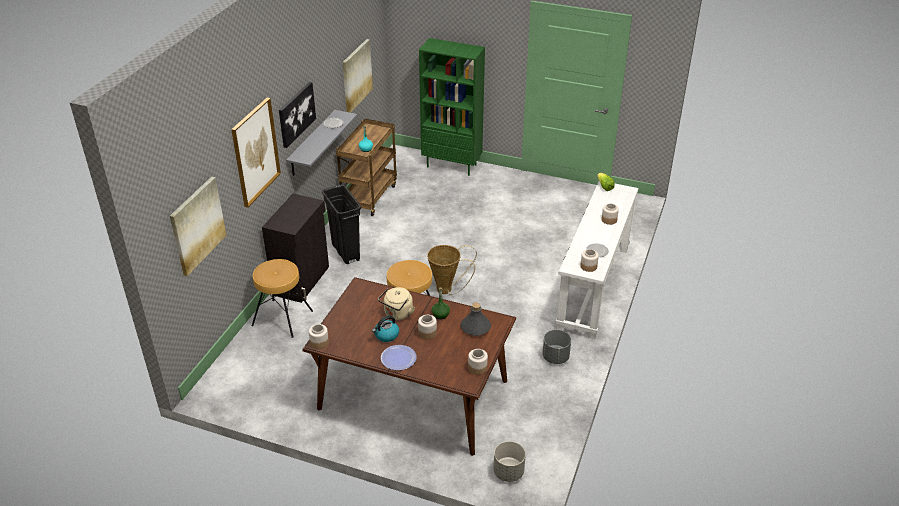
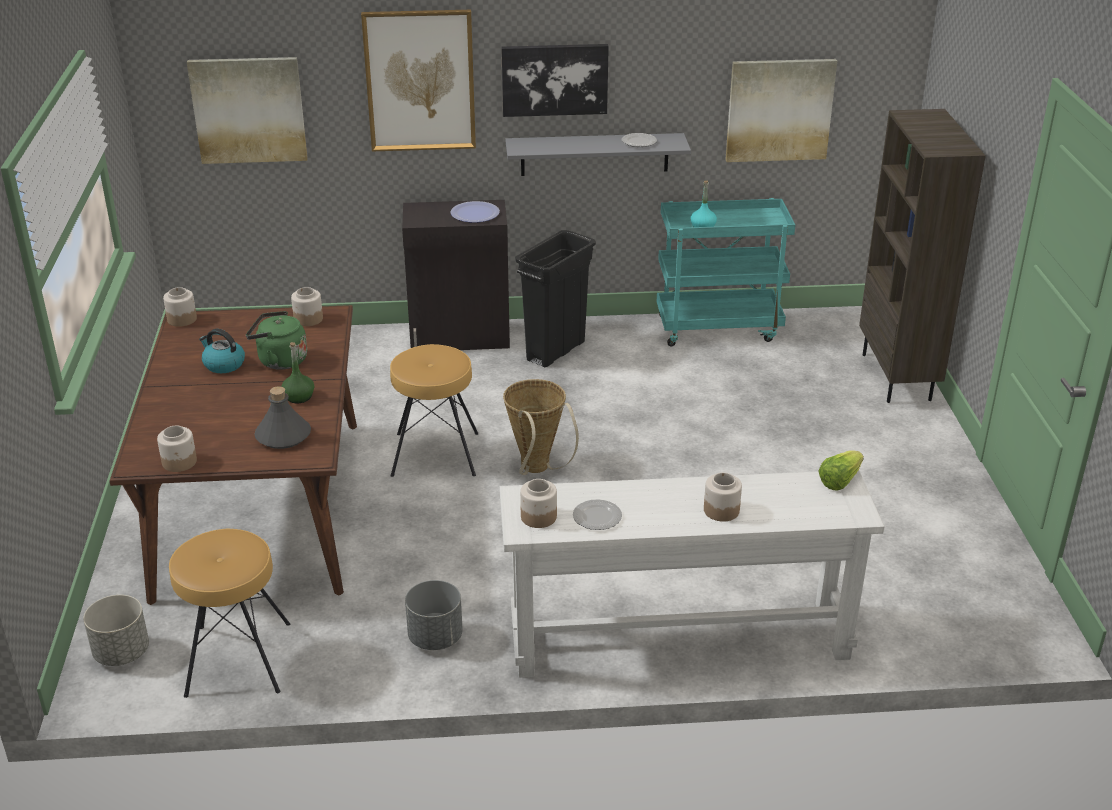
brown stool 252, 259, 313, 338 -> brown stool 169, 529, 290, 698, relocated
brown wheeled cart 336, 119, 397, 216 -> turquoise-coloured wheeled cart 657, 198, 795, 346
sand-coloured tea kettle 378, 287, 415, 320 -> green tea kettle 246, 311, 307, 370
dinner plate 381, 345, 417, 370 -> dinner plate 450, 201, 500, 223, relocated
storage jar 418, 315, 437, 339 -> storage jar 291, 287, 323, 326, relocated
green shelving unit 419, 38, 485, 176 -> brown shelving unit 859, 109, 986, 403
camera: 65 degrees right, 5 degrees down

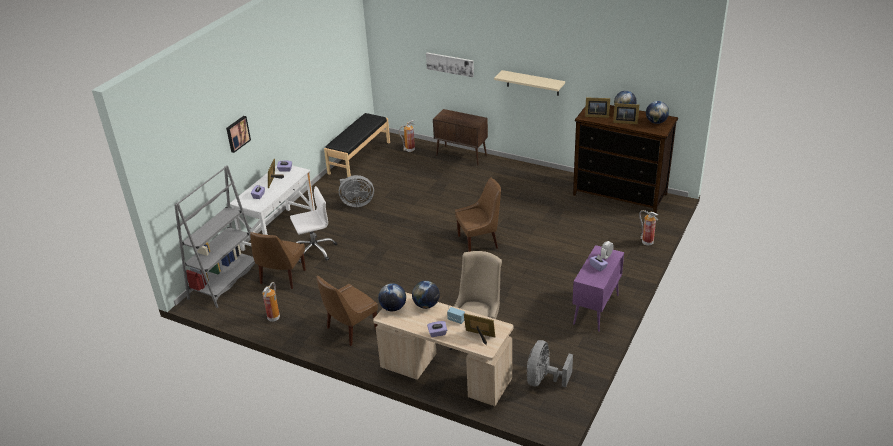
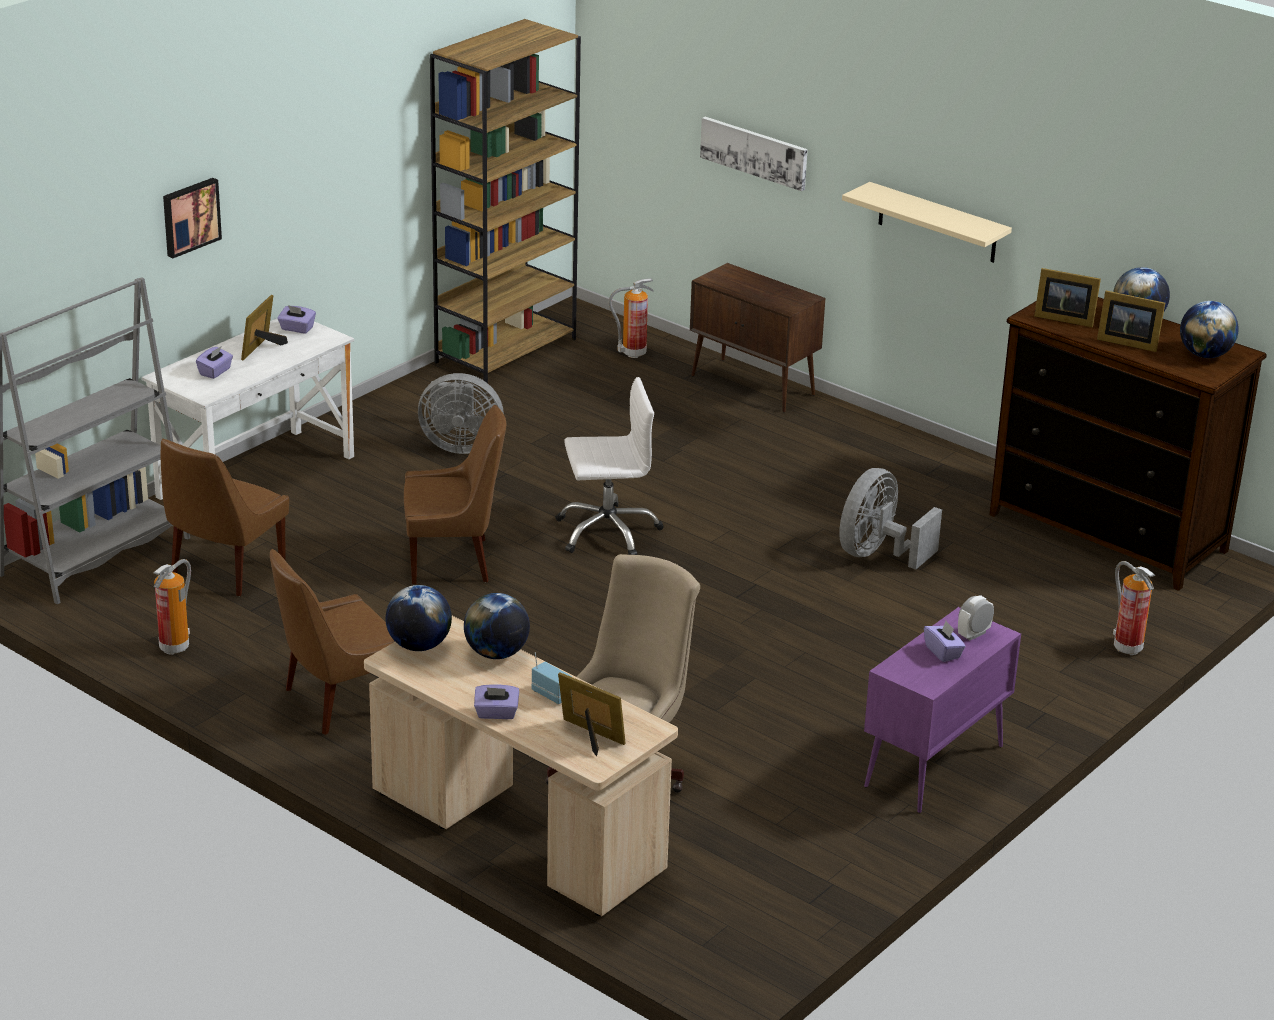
white office chair 290, 186, 337, 263 -> white office chair 556, 377, 664, 555, relocated
blackish indoor bench 324, 113, 390, 177 -> brown shelving unit 430, 19, 581, 383
brown upright chair 455, 178, 501, 252 -> brown upright chair 404, 405, 506, 584, relocated
grey cooling fan 527, 340, 573, 387 -> grey cooling fan 839, 468, 942, 570, relocated
camera: 10 degrees right, 5 degrees down

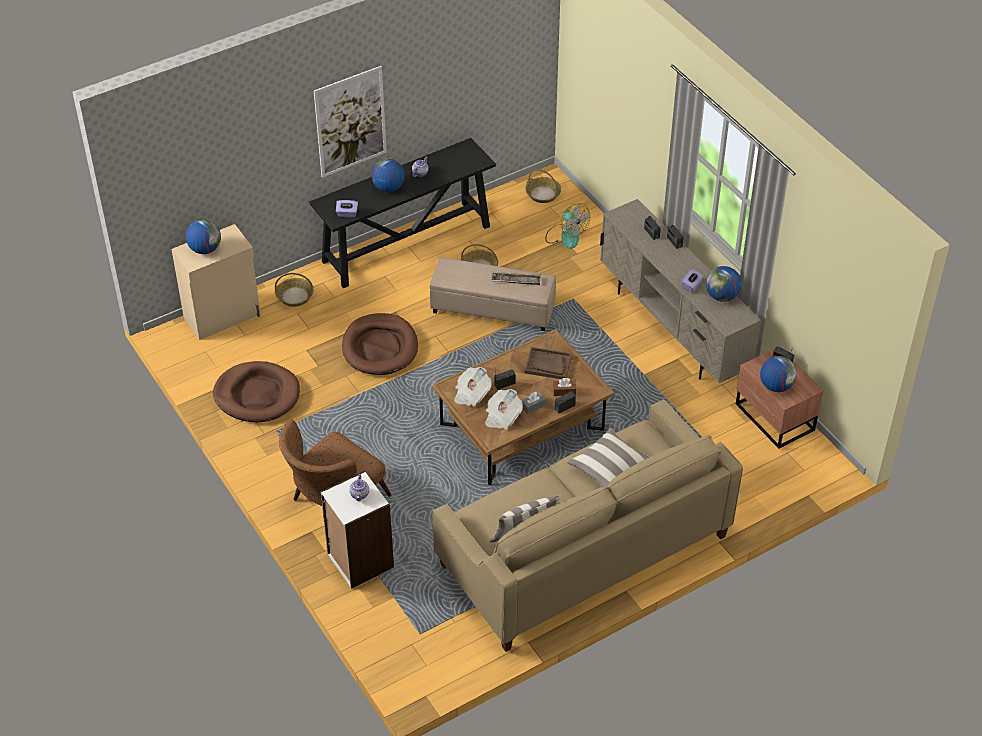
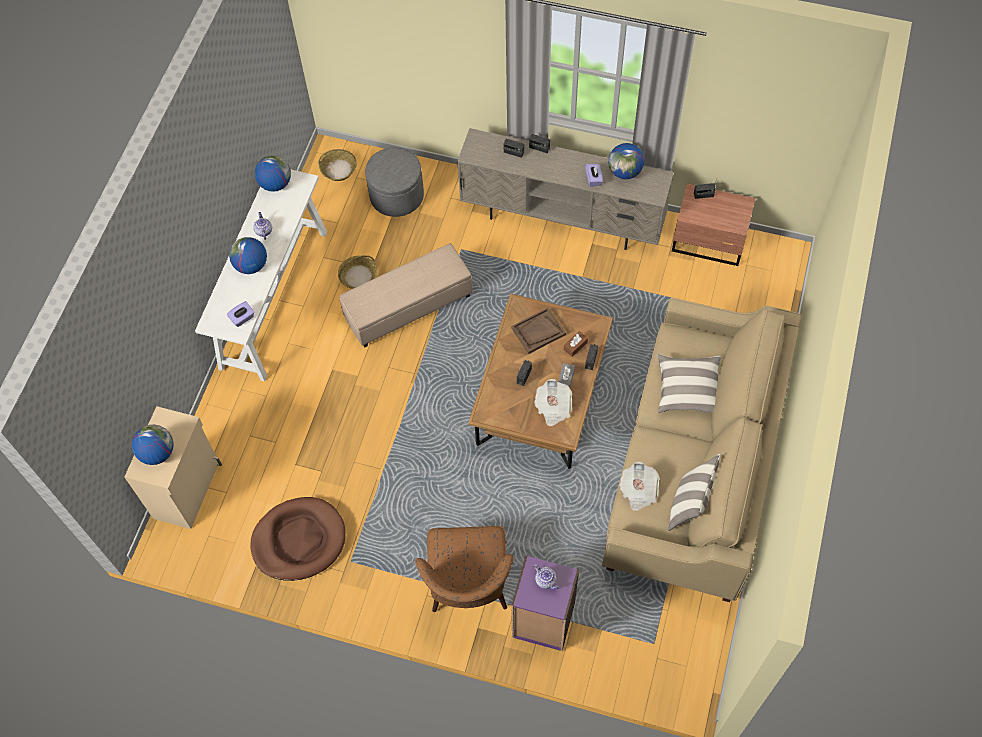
storage basket 275, 273, 314, 307 -> none
blackish hall table 310, 138, 496, 288 -> white hall table 195, 169, 327, 382
picture 314, 66, 387, 178 -> none
white shelving unit 320, 471, 394, 589 -> purple-coloured shelving unit 511, 555, 579, 651
brown dog cushion 342, 313, 418, 375 -> none
newspaper 454, 367, 492, 407 -> newspaper 619, 462, 660, 511, relocated
serving tray 492, 272, 542, 285 -> none
cooling fan 545, 203, 590, 249 -> grey ottoman 365, 147, 424, 217
world globe 760, 356, 797, 392 -> world globe 255, 155, 291, 192, relocated
camera: 40 degrees left, 15 degrees up

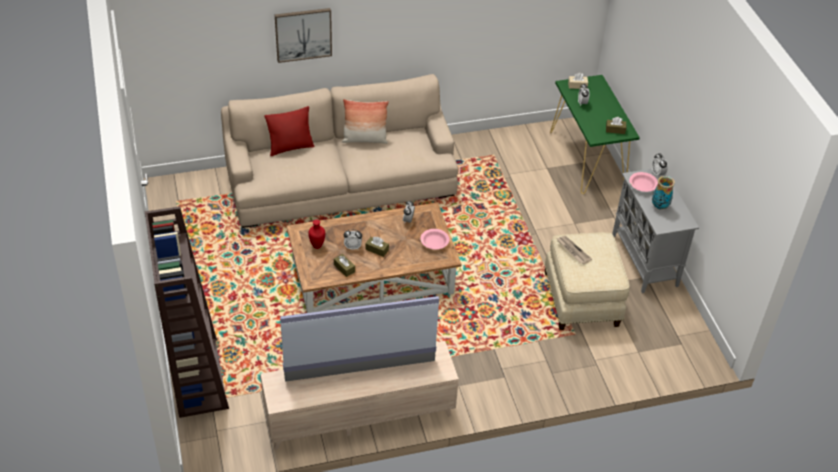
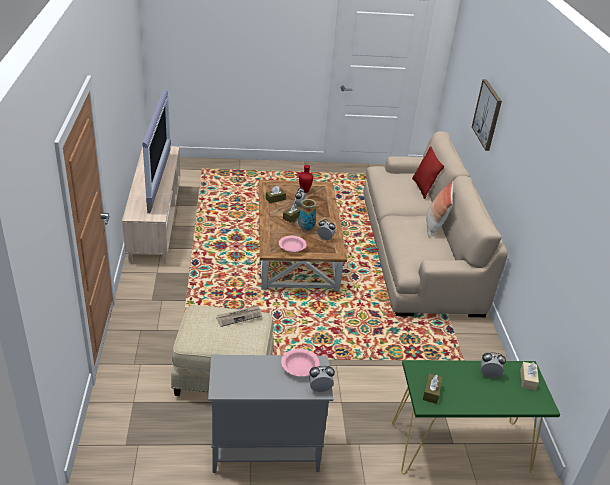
brown shelving unit 145, 206, 229, 418 -> none
vase 652, 176, 675, 209 -> vase 298, 199, 316, 231, relocated
camera: 100 degrees right, 10 degrees down

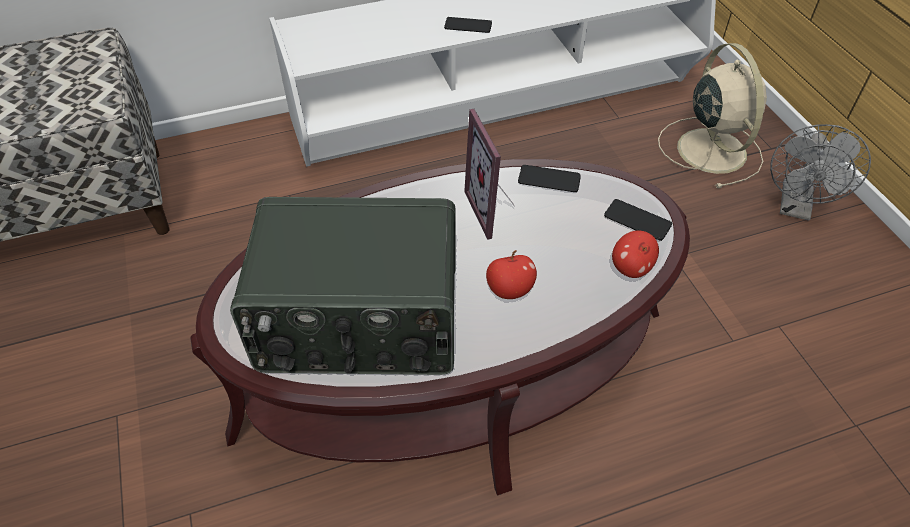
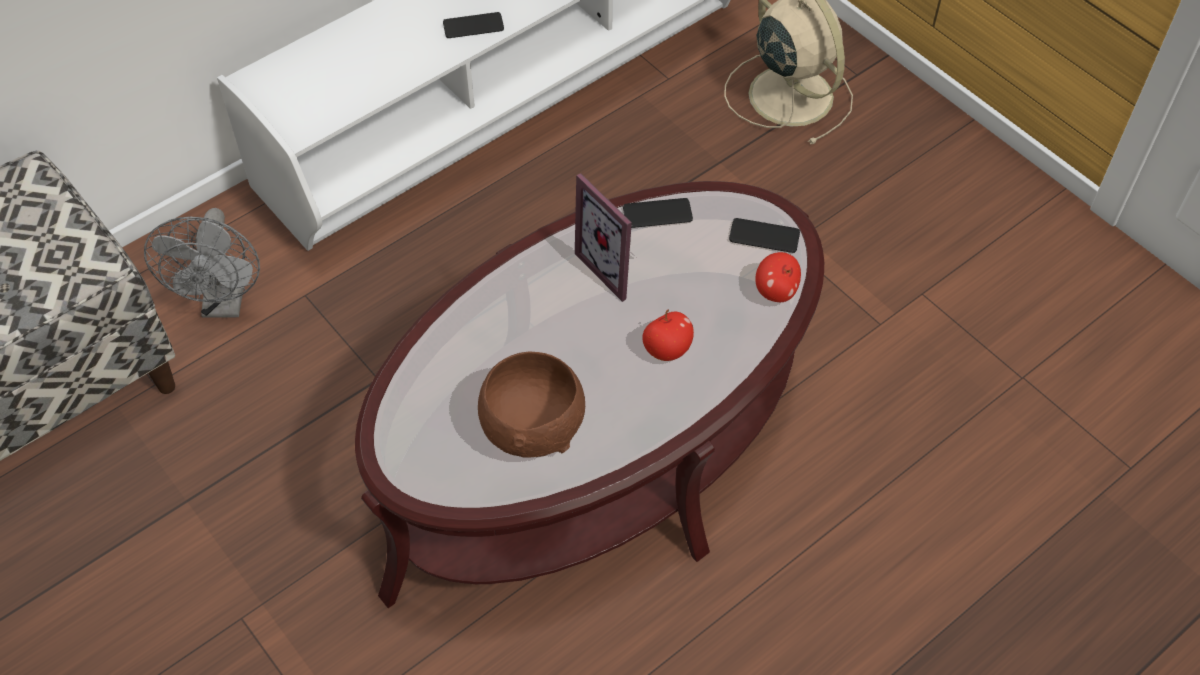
radio 230, 197, 456, 375 -> brown serving bowl 478, 351, 585, 458
grey cooling fan 770, 124, 871, 220 -> grey cooling fan 144, 208, 260, 318, relocated
camera: 20 degrees left, 5 degrees up

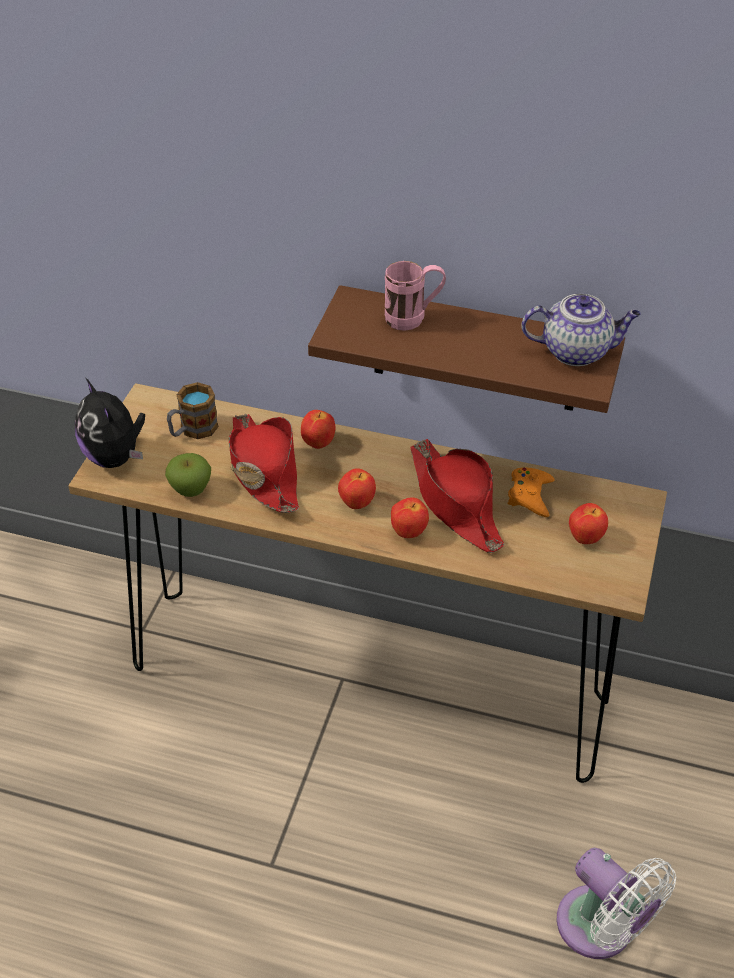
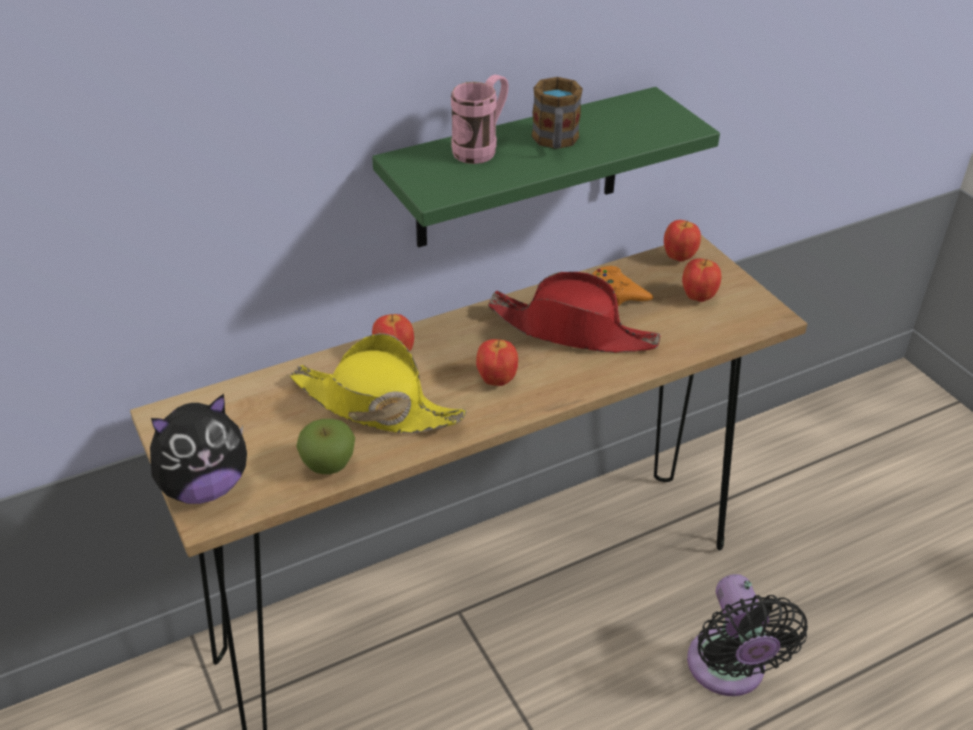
cuddly toy 75, 378, 145, 468 -> cuddly toy 150, 394, 247, 504, 45 degrees counterclockwise
mug 167, 382, 219, 439 -> mug 531, 77, 583, 149, relocated
red-coloured clothing hat 229, 414, 299, 513 -> yellow clothing hat 290, 333, 467, 433
brown wall shelf 308, 285, 625, 413 -> green wall shelf 372, 87, 720, 247
whole apple 391, 497, 429, 538 -> whole apple 664, 220, 701, 262, relocated
pot for tea 521, 294, 641, 366 -> none
white cooling fan 557, 848, 676, 959 -> none
none -> blackish cooling fan 687, 574, 808, 696
camera: 45 degrees left, 5 degrees down

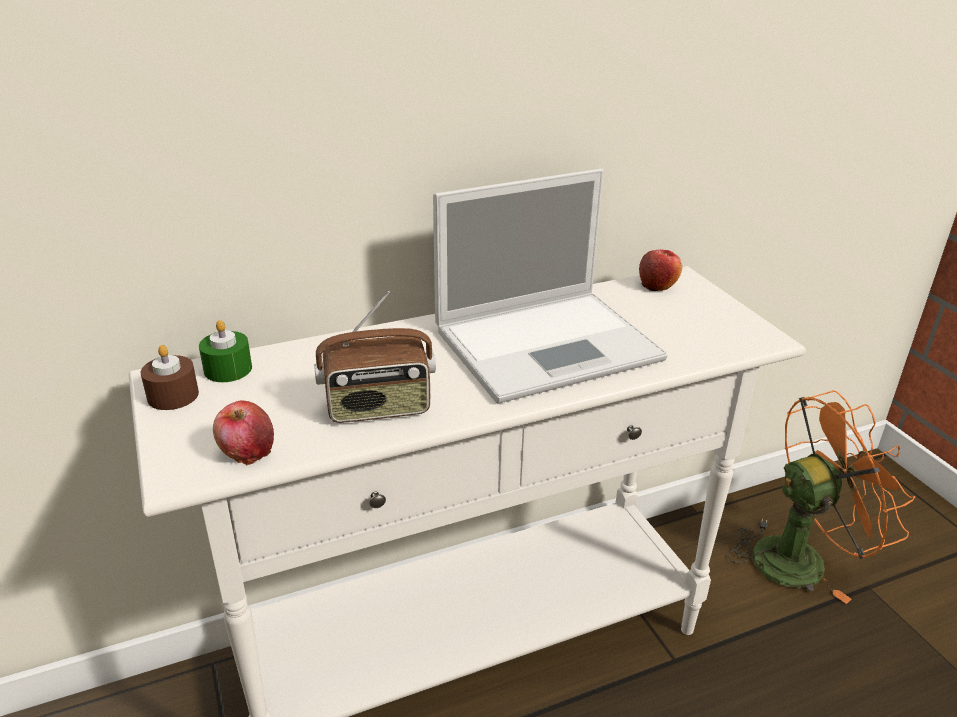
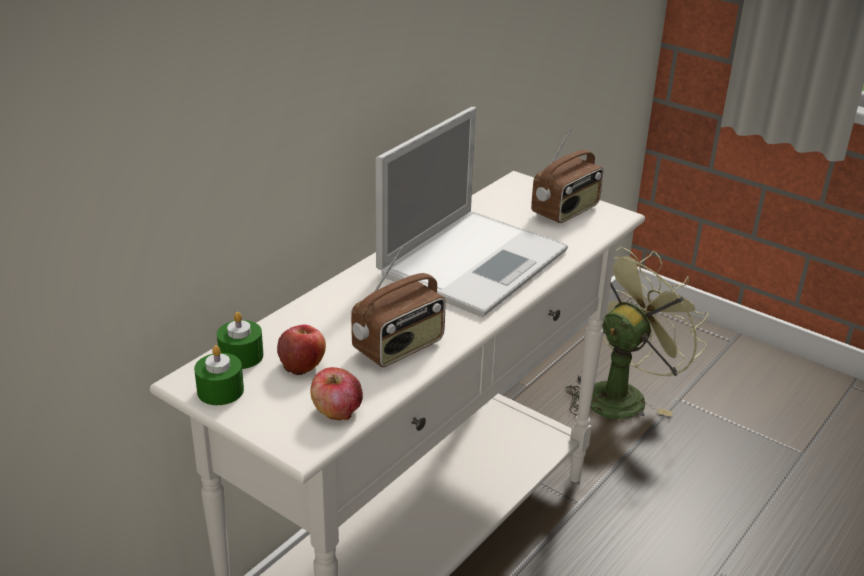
brown wax candle 141, 345, 199, 410 -> green wax candle 194, 345, 244, 405
whole apple 639, 250, 682, 291 -> whole apple 277, 325, 326, 375, relocated
orangey cooling fan 728, 391, 915, 604 -> green cooling fan 565, 247, 709, 419
none -> radio 531, 127, 603, 223
camera: 30 degrees left, 0 degrees up

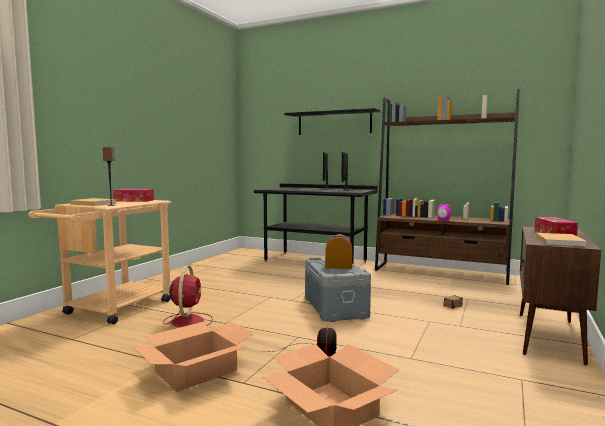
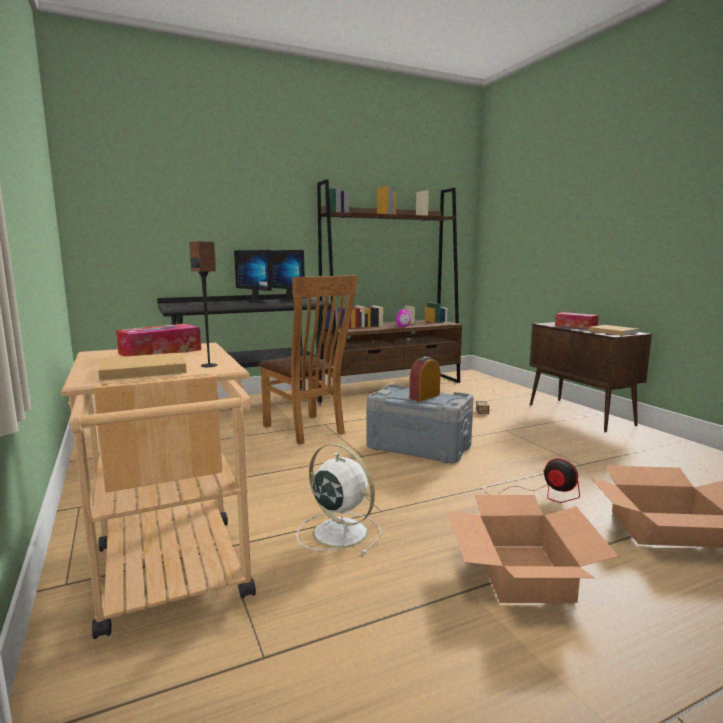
red-coloured cooling fan 163, 266, 213, 328 -> white cooling fan 296, 443, 382, 554
blackish wall shelf 285, 108, 380, 135 -> none
none -> brown upright chair 258, 275, 358, 445
camera: 50 degrees left, 5 degrees up

